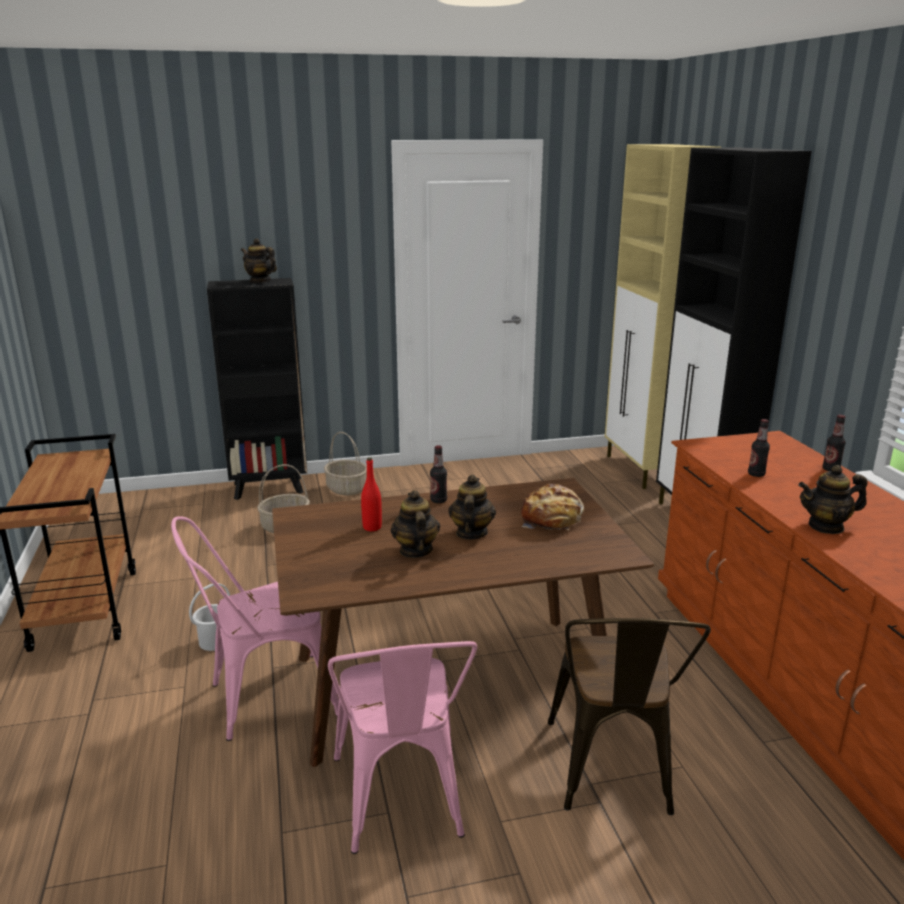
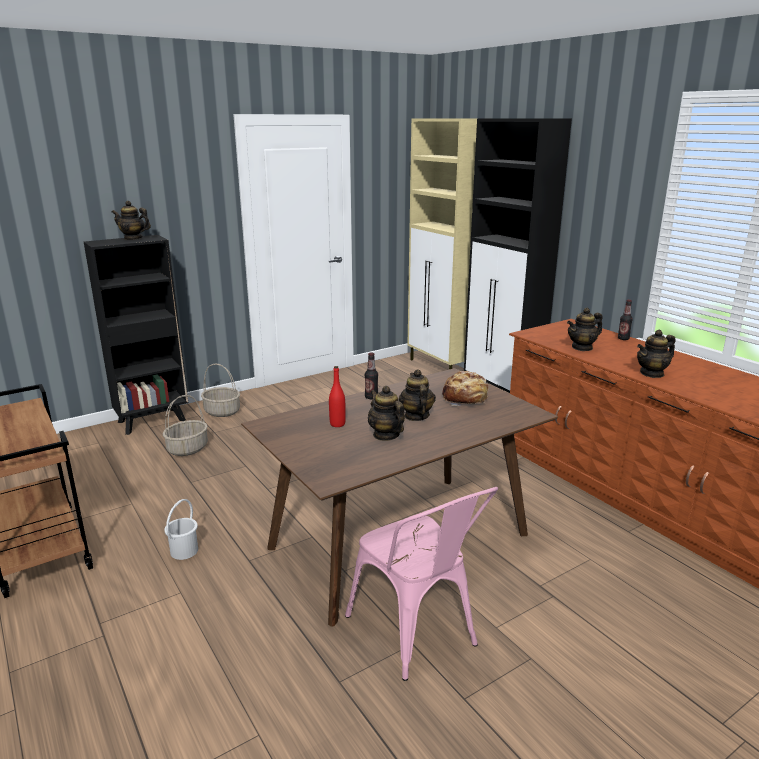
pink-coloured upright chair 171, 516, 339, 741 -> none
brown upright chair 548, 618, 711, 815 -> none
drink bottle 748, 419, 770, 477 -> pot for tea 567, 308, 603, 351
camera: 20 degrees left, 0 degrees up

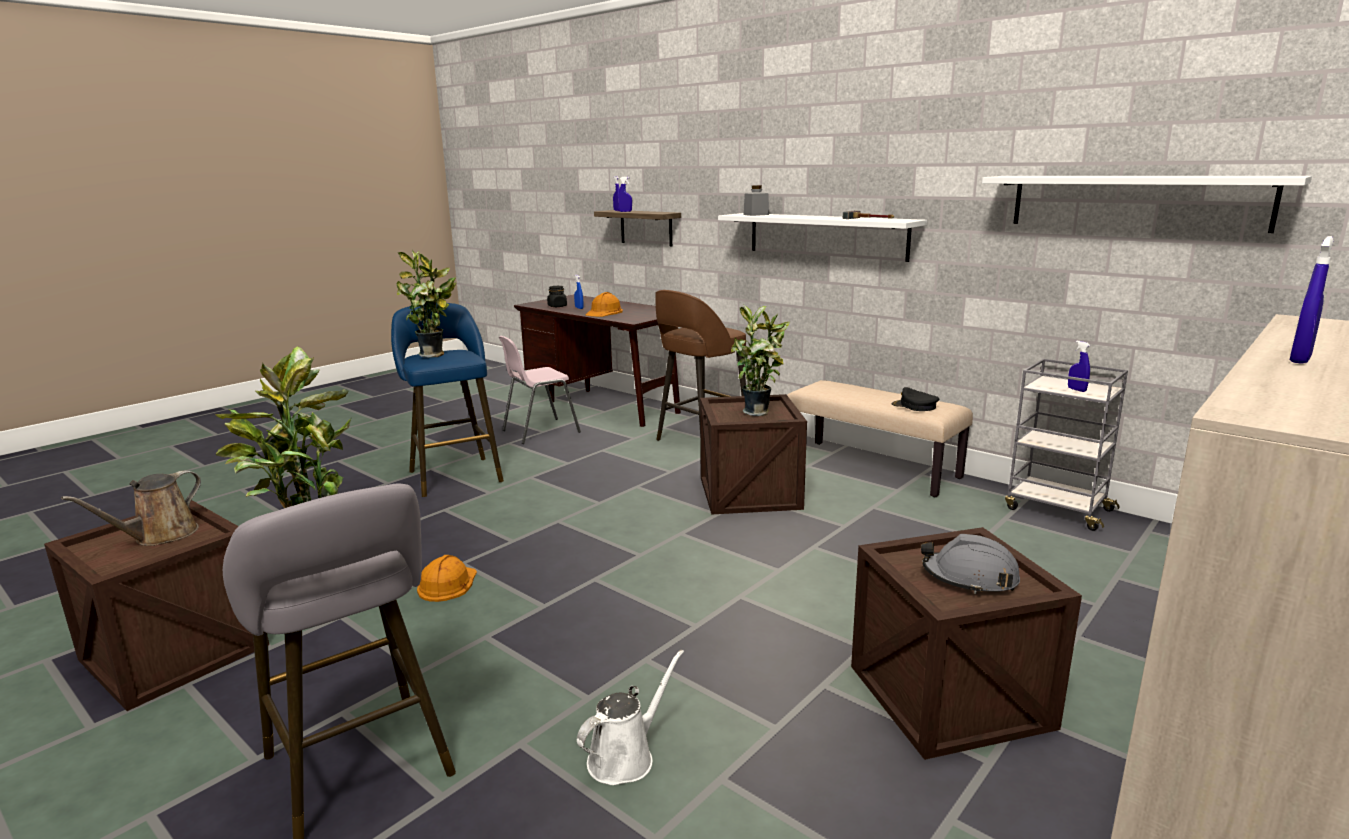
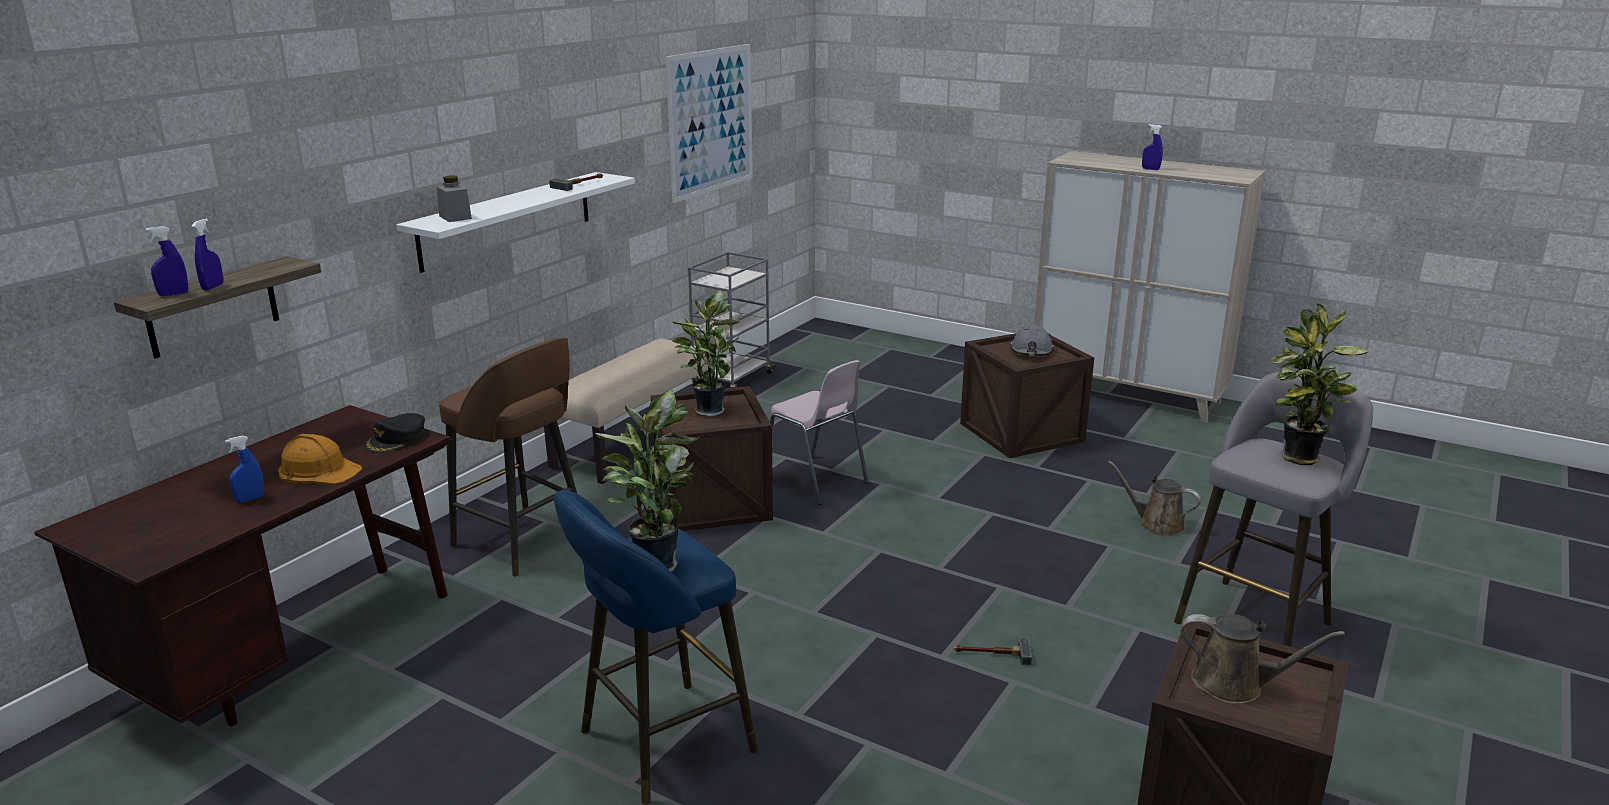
orangey work helmet 417, 555, 477, 602 -> hand hammer 953, 638, 1032, 665
pink-coloured upright chair 499, 336, 581, 444 -> pink-coloured upright chair 770, 360, 868, 505, relocated
blackish storage jar 547, 286, 567, 307 -> none
white sprinkling can 577, 649, 684, 785 -> brown sprinkling can 1108, 461, 1201, 536
blackish peaked cap 892, 387, 939, 411 -> blackish peaked cap 364, 413, 425, 453, relocated
white wall shelf 982, 176, 1312, 233 -> picture 666, 44, 753, 203
bluish sprayer 1068, 341, 1090, 392 -> none
camera: 100 degrees left, 5 degrees up

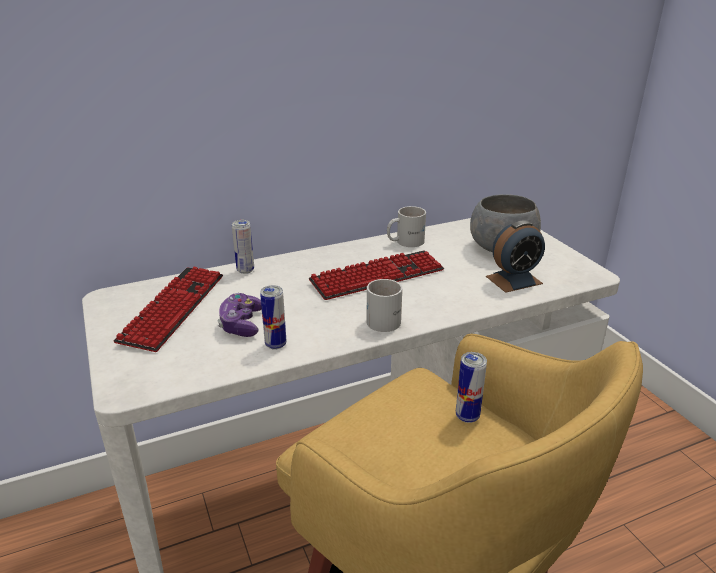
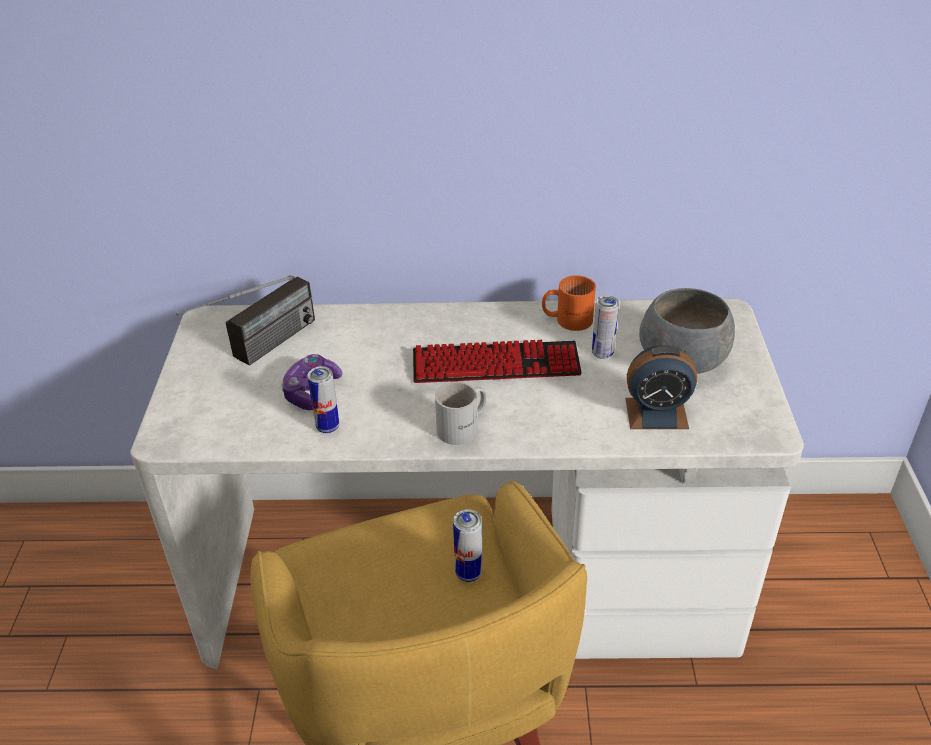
PC keyboard 114, 266, 223, 352 -> radio 176, 275, 315, 366
metal can 232, 220, 254, 274 -> metal can 592, 295, 619, 359, relocated
white mug 387, 206, 426, 247 -> orangey mug 542, 275, 596, 331
camera: 25 degrees right, 10 degrees up

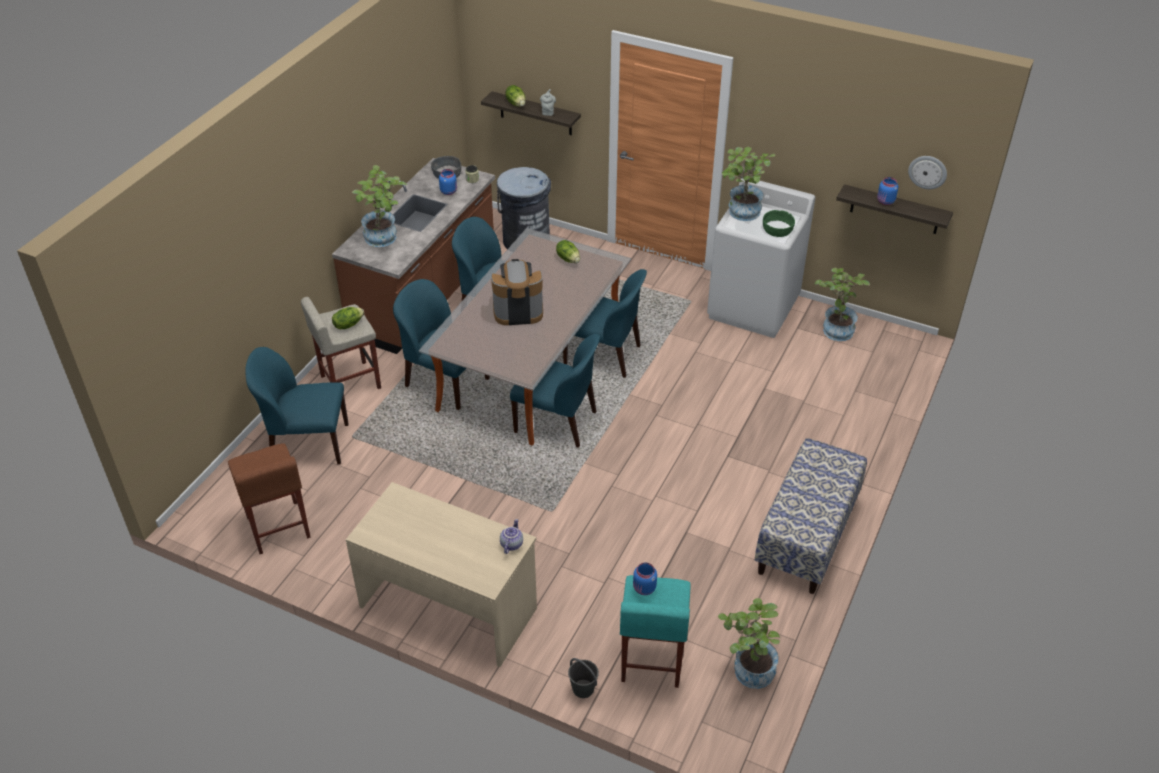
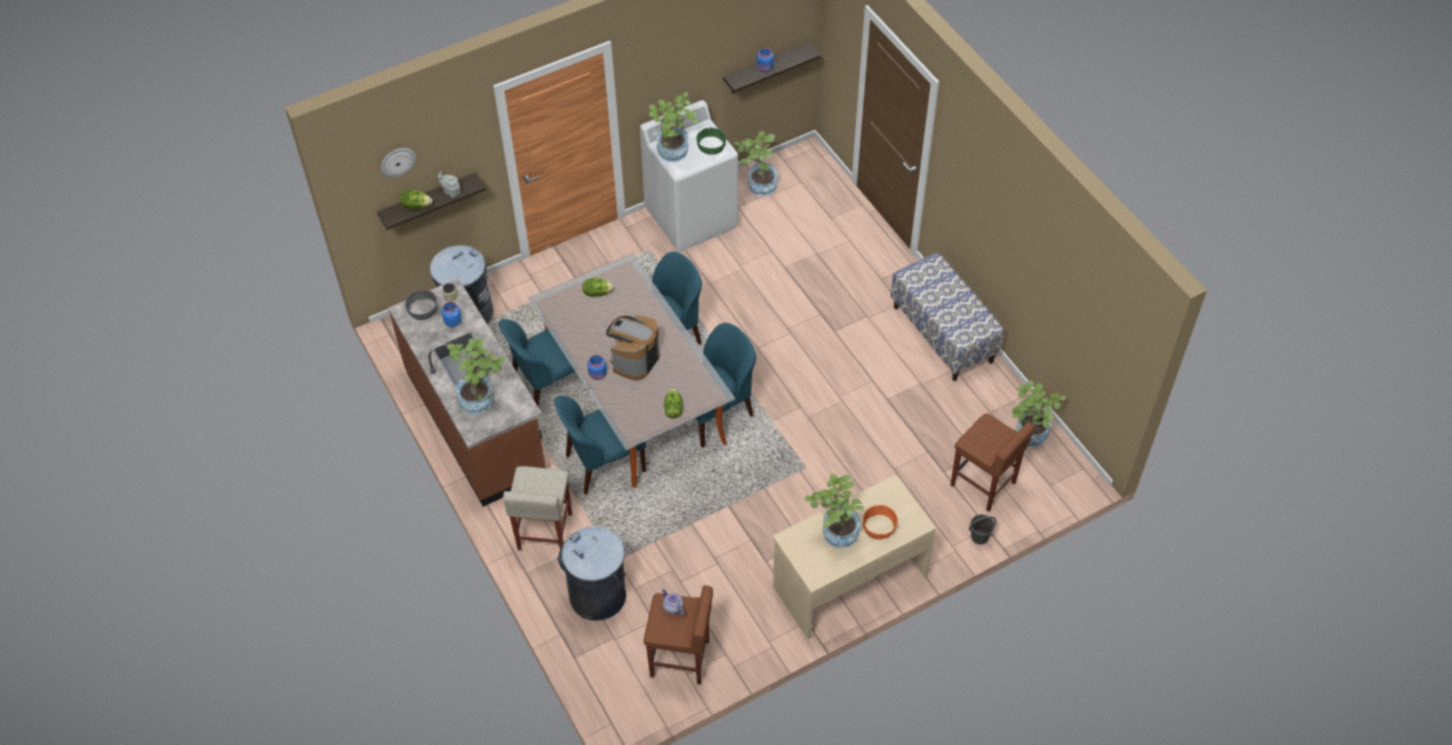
bluish upright chair 245, 347, 349, 464 -> grey rubbish bin 557, 526, 626, 621
lettuce head 332, 307, 364, 329 -> lettuce head 664, 388, 683, 418, relocated
pot for tea 500, 519, 523, 554 -> pot for tea 661, 588, 684, 616, relocated
turquoise-coloured stool 620, 575, 691, 688 -> brown stool 950, 413, 1035, 512
bluish storage jar 633, 562, 657, 595 -> bluish storage jar 587, 355, 607, 380, relocated
wall clock 908, 156, 947, 189 -> wall clock 381, 148, 416, 177, relocated
none -> potted plant 804, 474, 864, 548
none -> orangey serving bowl 863, 505, 898, 539
camera: 55 degrees left, 10 degrees up

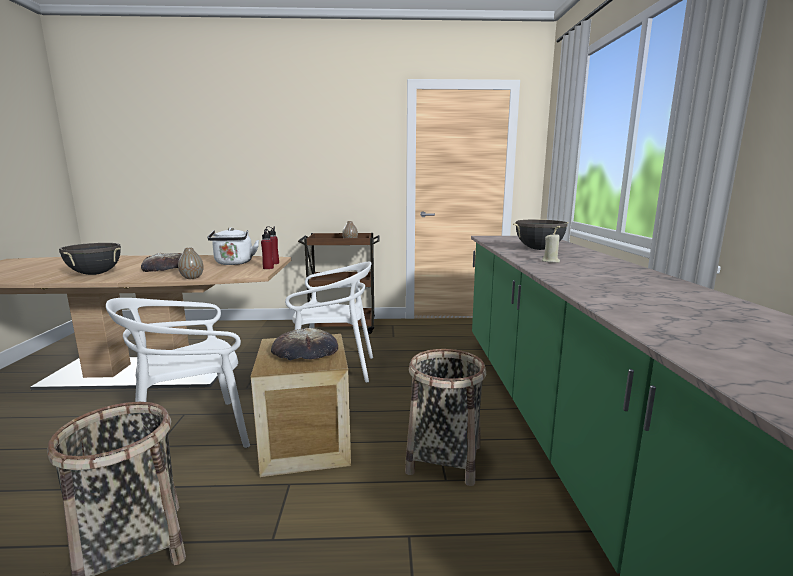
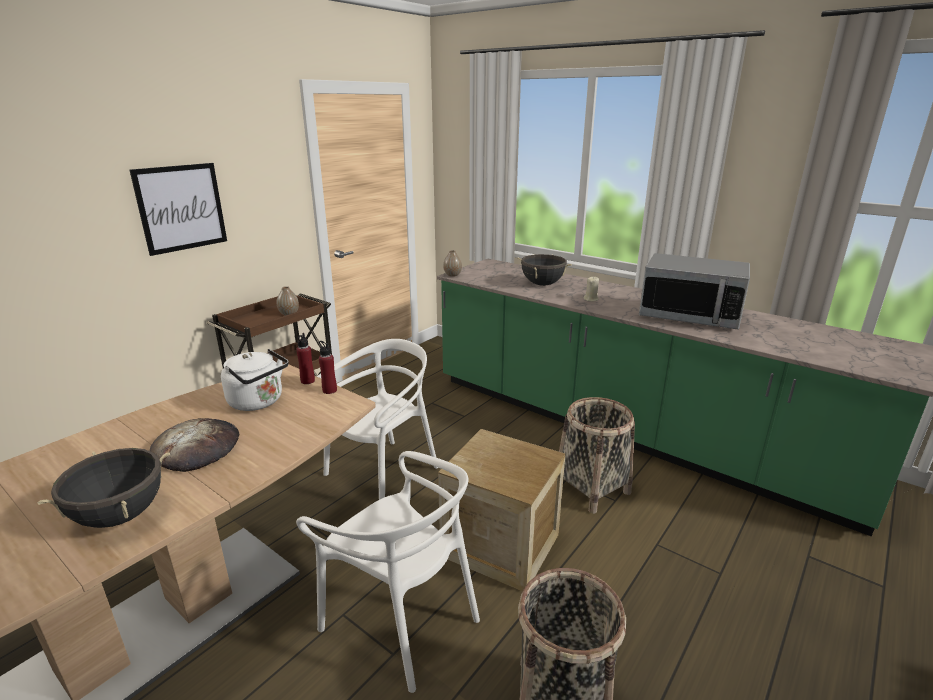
white upright chair 106, 298, 250, 448 -> white upright chair 296, 451, 480, 693, 60 degrees counterclockwise
vase 178, 247, 204, 279 -> vase 443, 250, 462, 277, relocated
baked bread 271, 328, 338, 361 -> none
none -> picture 129, 163, 227, 256
none -> microwave 639, 253, 750, 329
camera: 50 degrees left, 10 degrees up

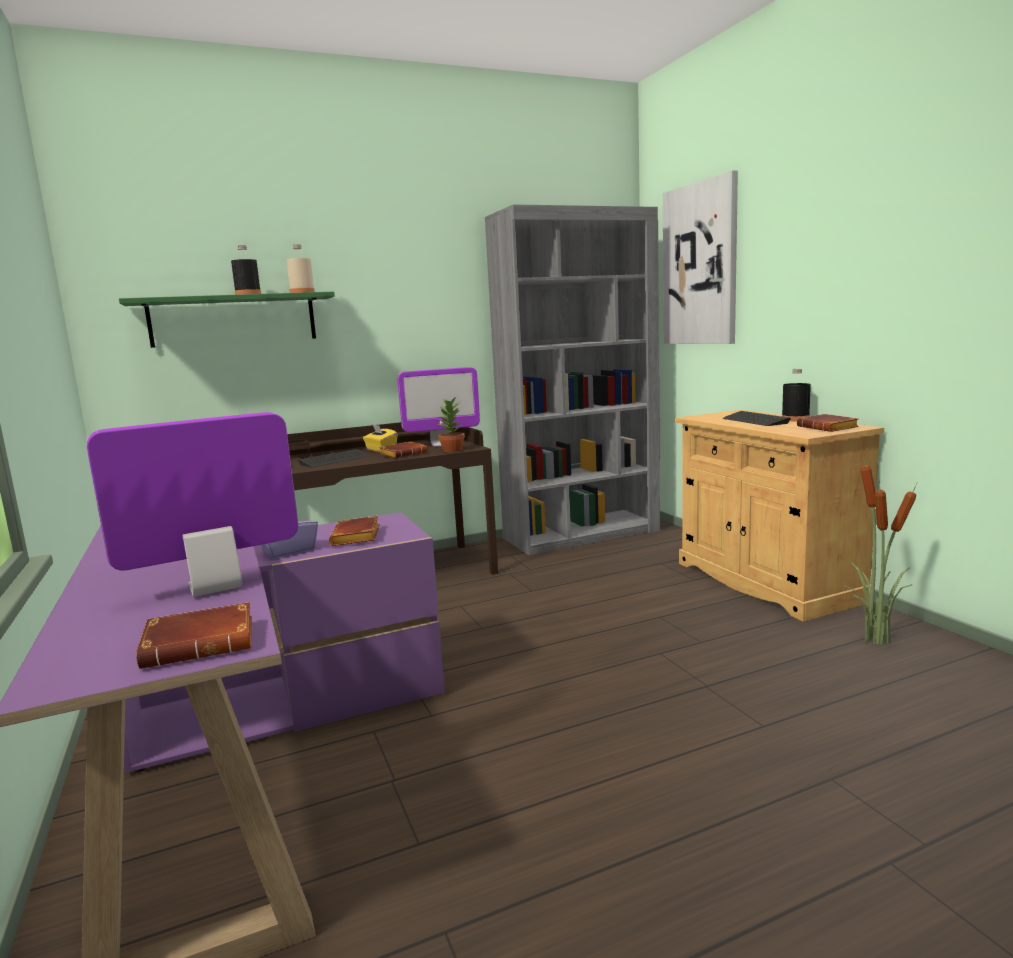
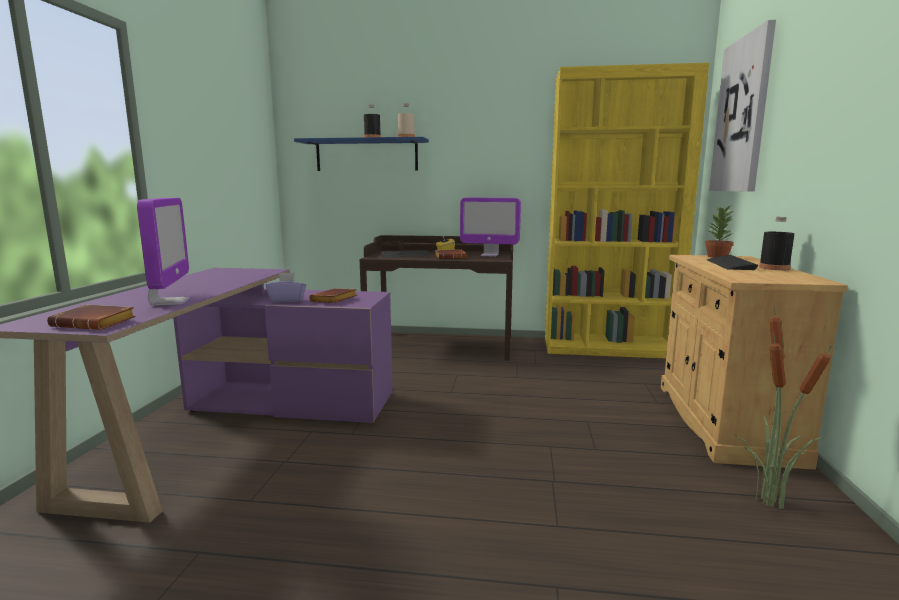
monitor 87, 412, 298, 597 -> monitor 137, 198, 190, 305, 75 degrees clockwise
green wall shelf 119, 292, 335, 348 -> bluish wall shelf 294, 137, 429, 171
potted plant 437, 397, 465, 452 -> potted plant 705, 205, 735, 258, relocated
grey shelving unit 485, 204, 660, 555 -> yellow shelving unit 545, 62, 709, 358
brown volume 797, 414, 859, 432 -> none
camera: 30 degrees right, 0 degrees up

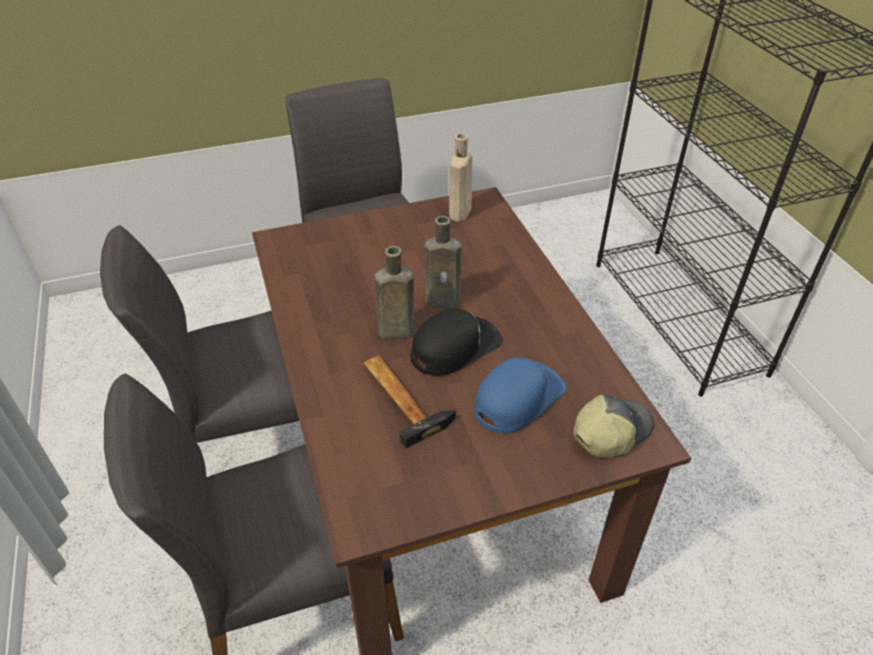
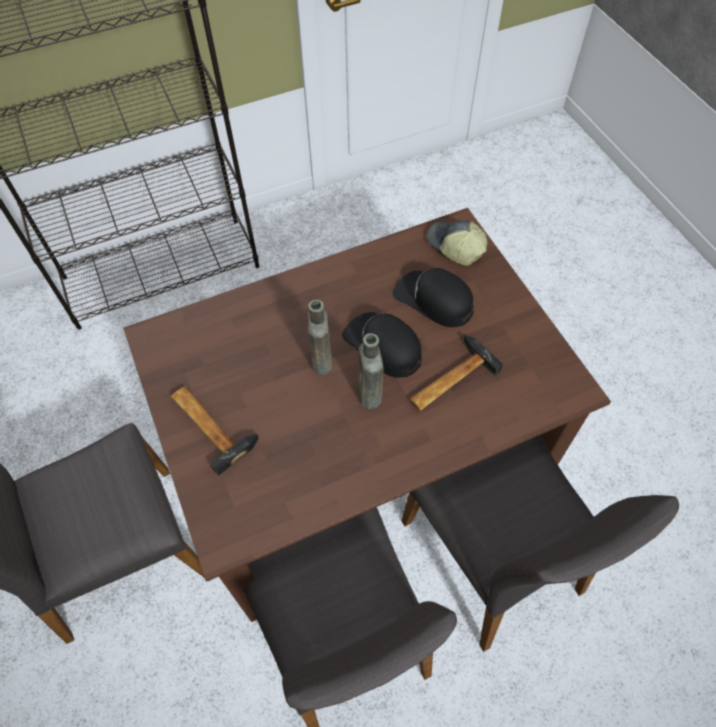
sand-coloured drink bottle 449, 133, 473, 222 -> none
bluish peaked cap 474, 357, 567, 433 -> blackish peaked cap 393, 268, 474, 327
none -> hand hammer 171, 386, 259, 476
camera: 95 degrees left, 15 degrees up

